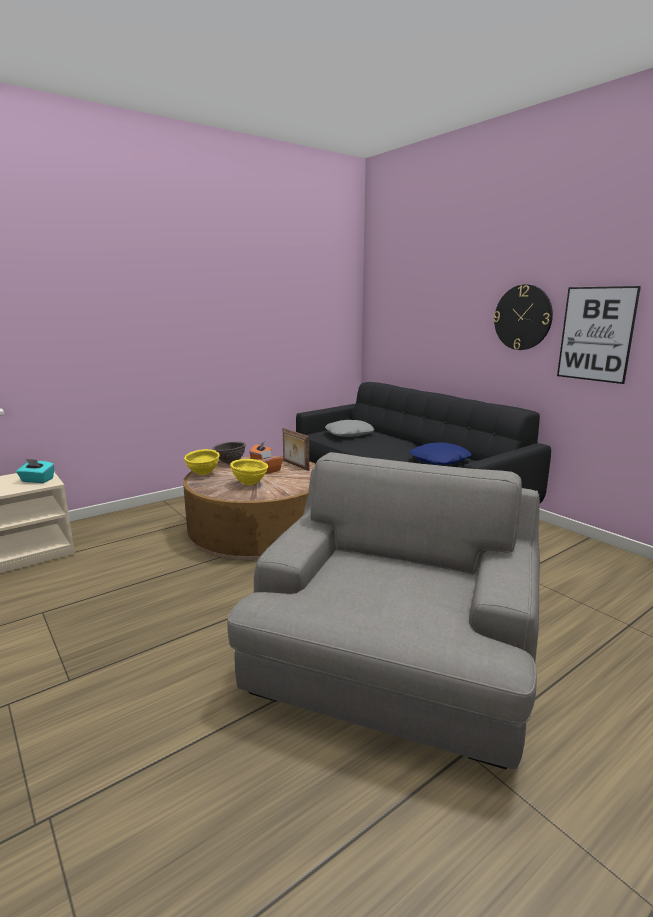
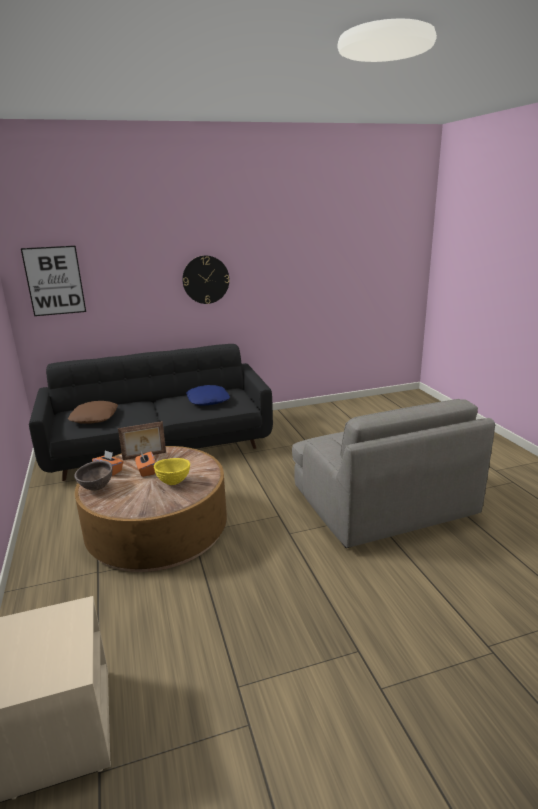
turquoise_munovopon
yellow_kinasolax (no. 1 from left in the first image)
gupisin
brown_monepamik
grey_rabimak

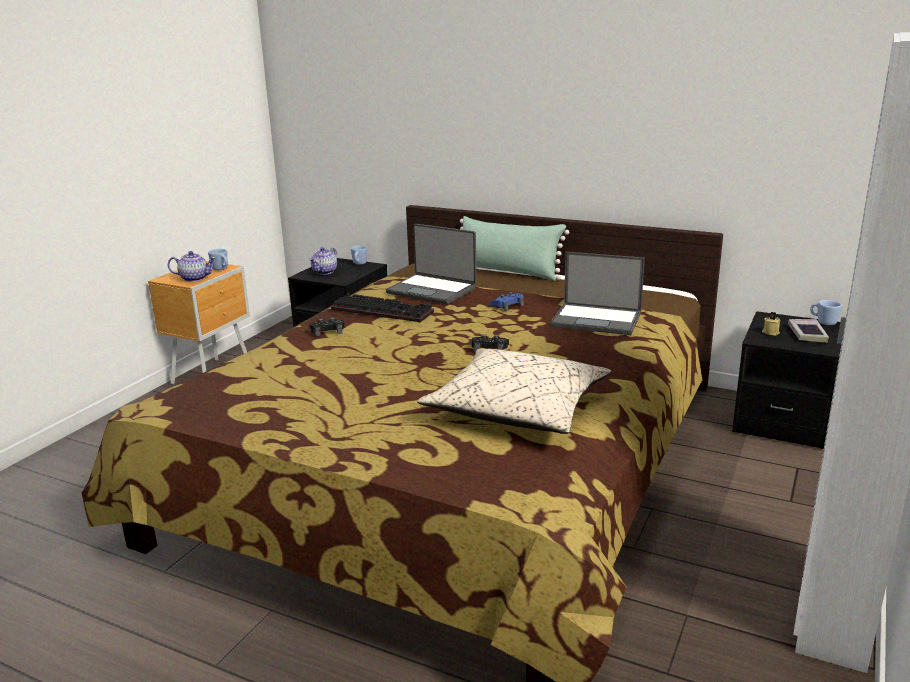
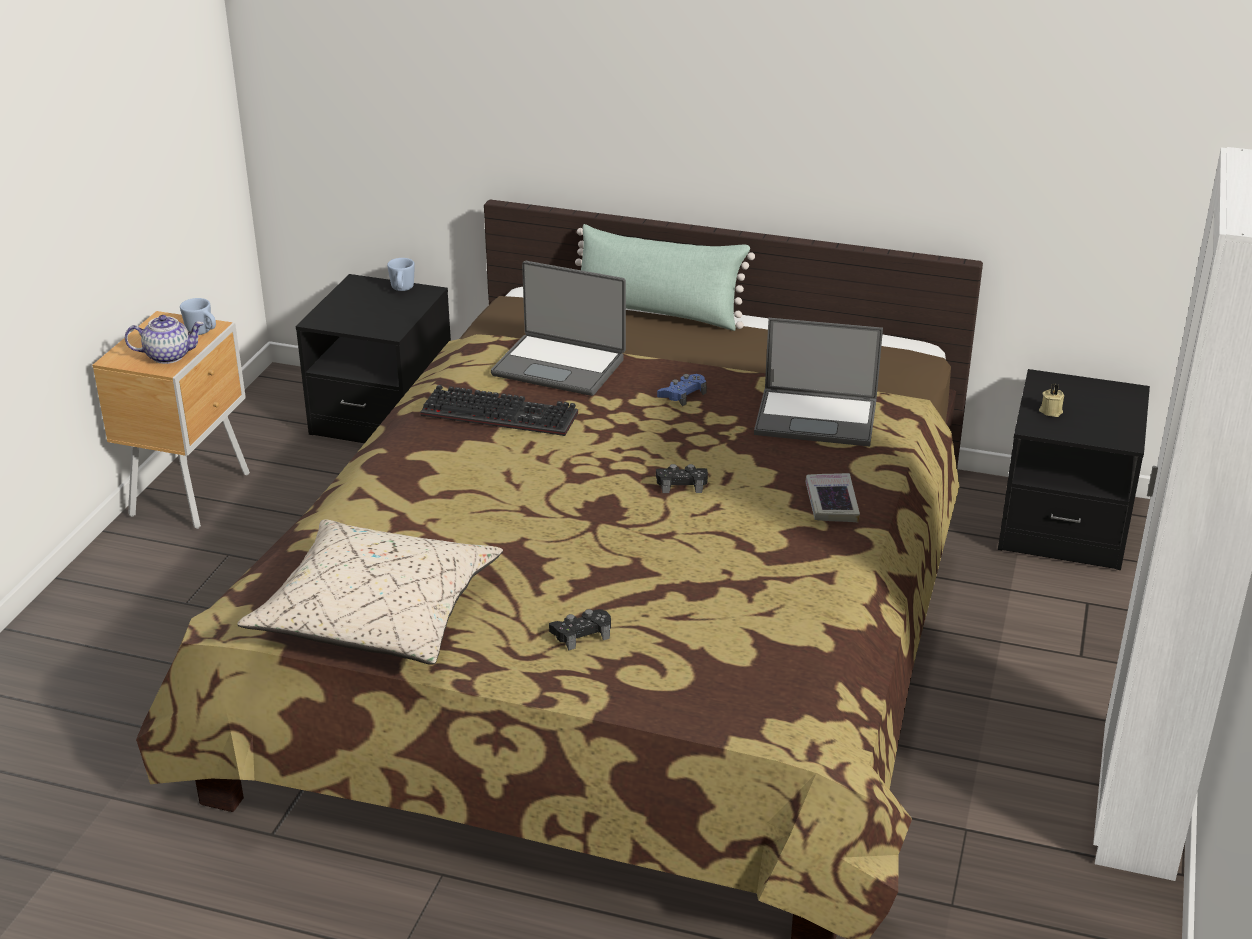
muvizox (no. 2 from left in the first image)
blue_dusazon (no. 3 from left in the first image)
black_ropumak (no. 1 from left)
beige_monepamik
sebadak

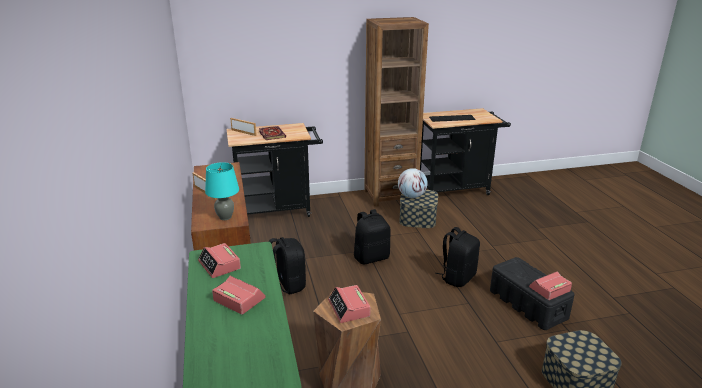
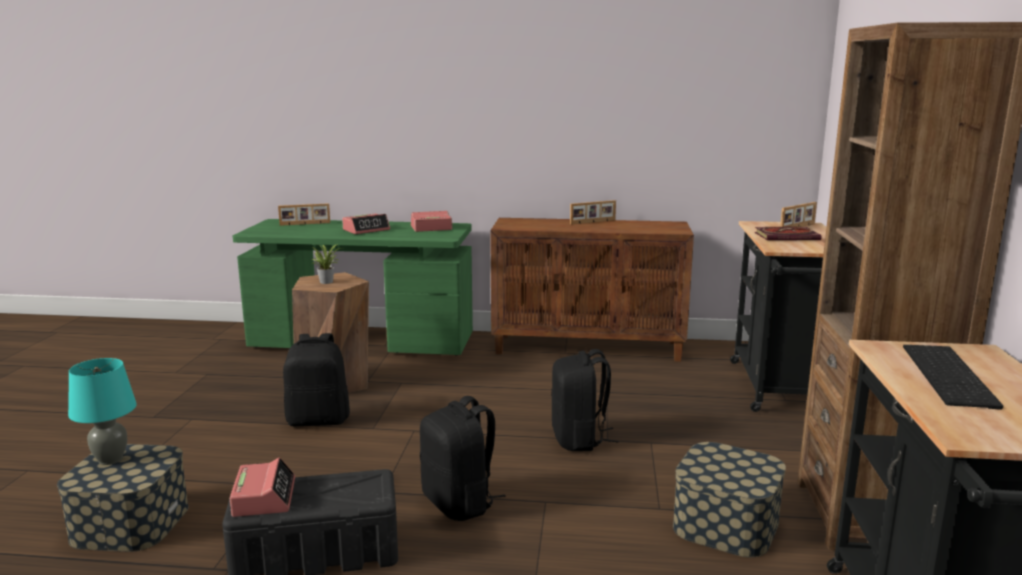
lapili
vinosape (no. 1 from left)
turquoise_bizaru
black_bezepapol (no. 1 from left)
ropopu

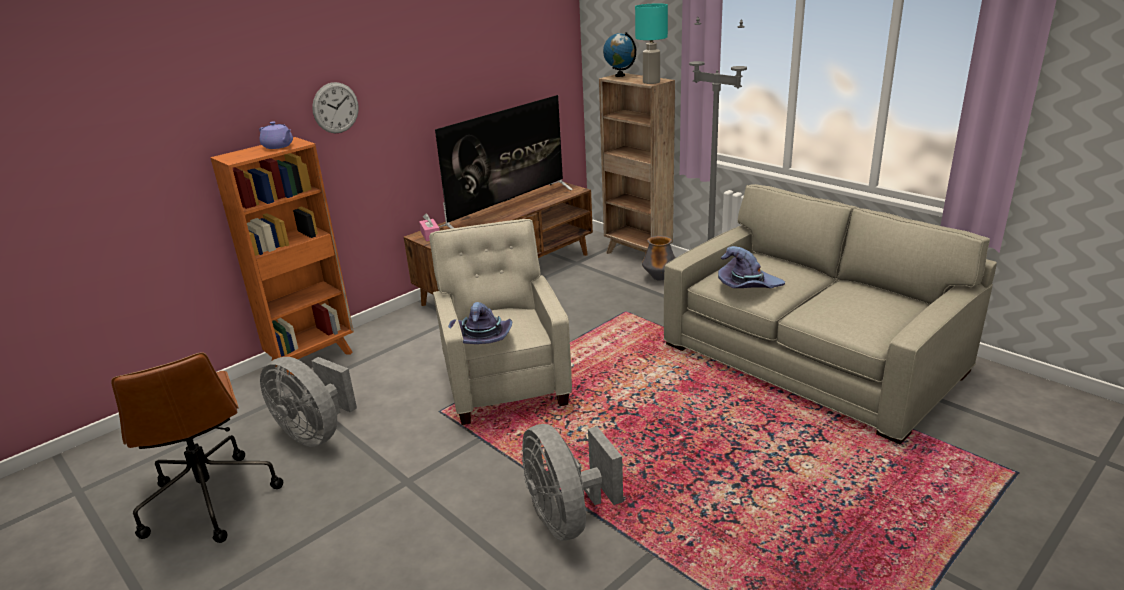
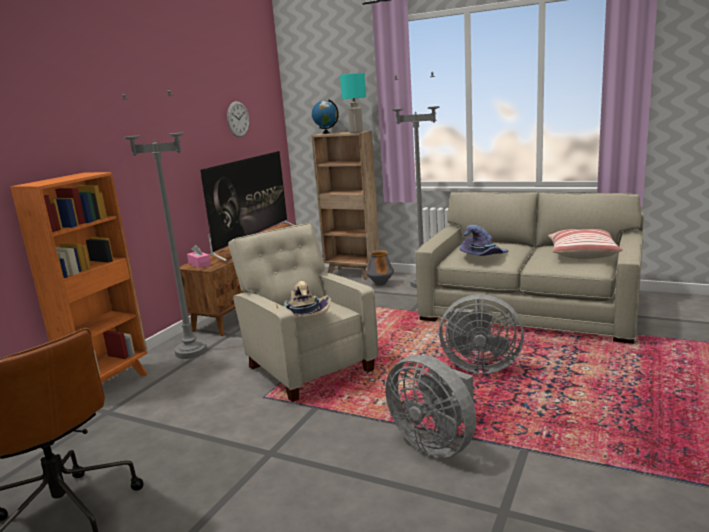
purple_muvizox
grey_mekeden (no. 1 from left)
monepamik
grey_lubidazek (no. 2 from left)
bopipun
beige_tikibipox

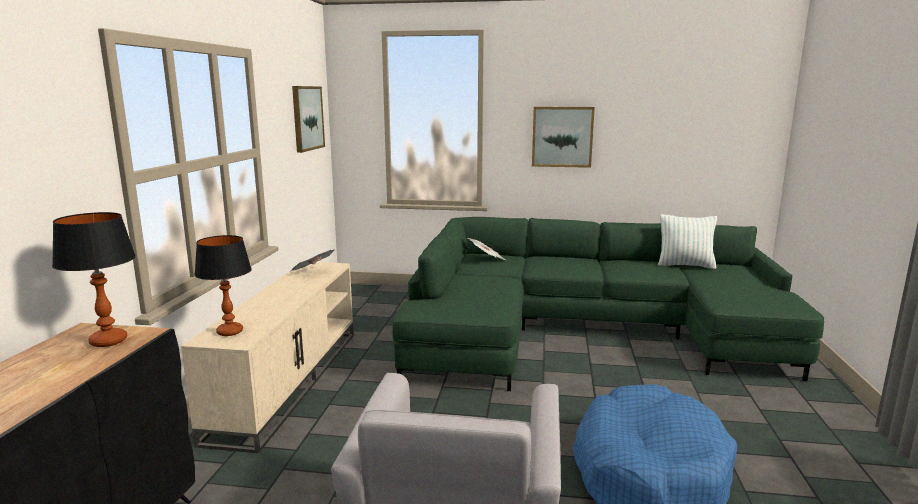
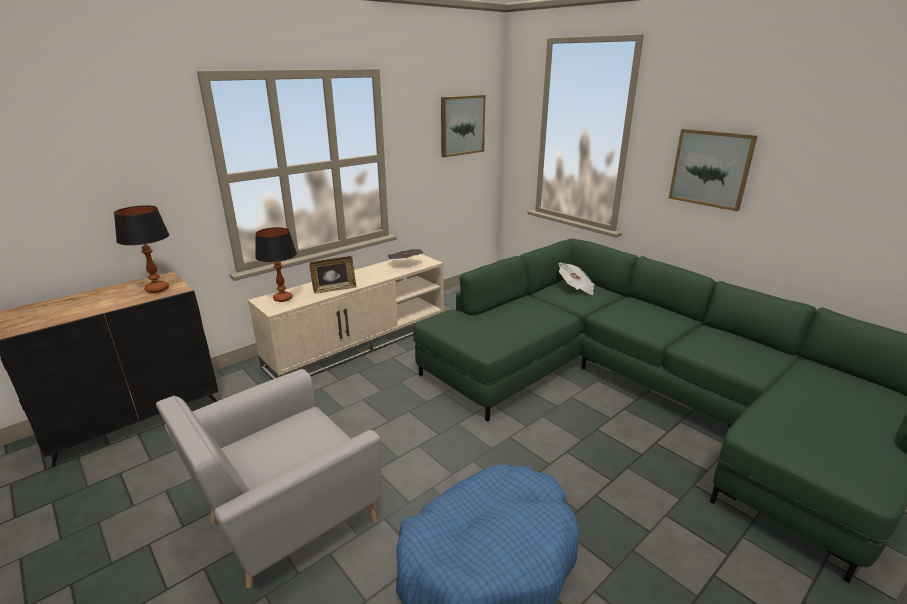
monepamik
vinosape

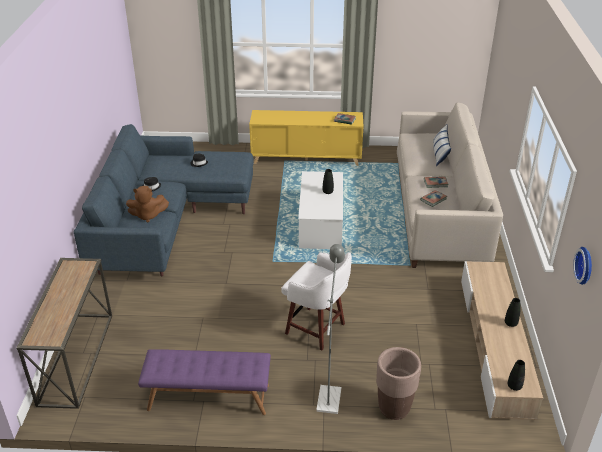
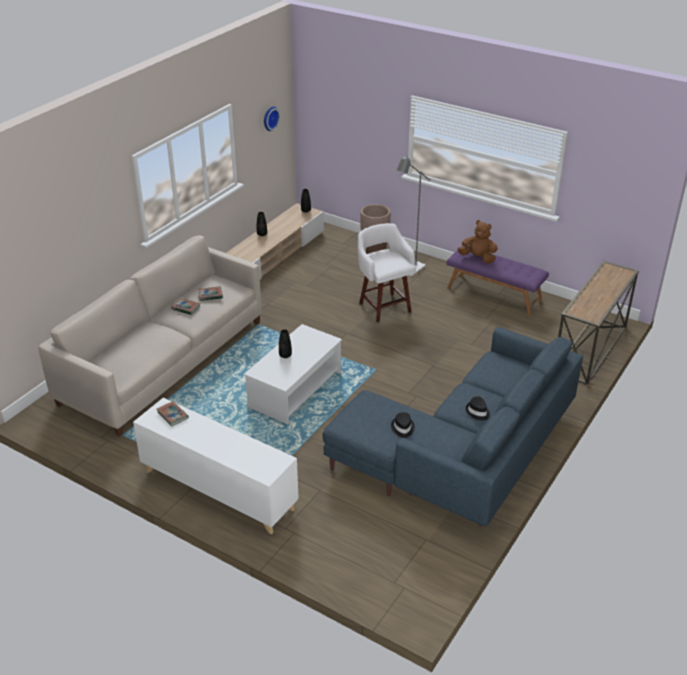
monepamik
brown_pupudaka
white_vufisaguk

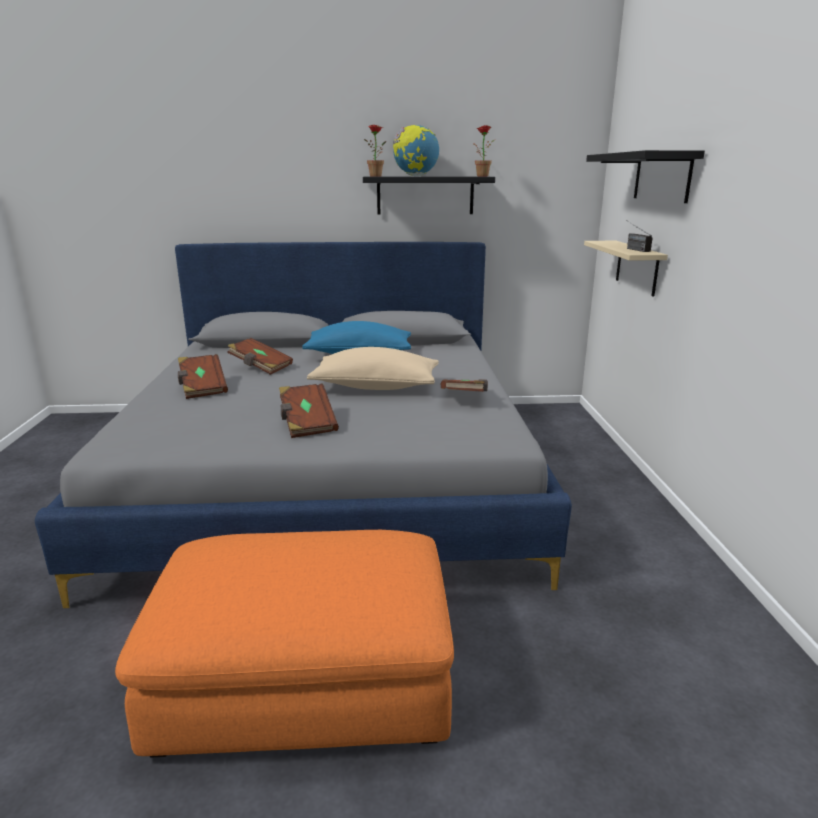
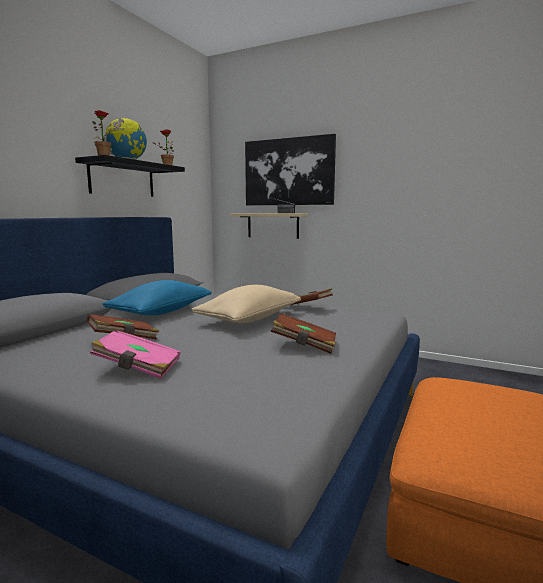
gupisin
pink_sebadak

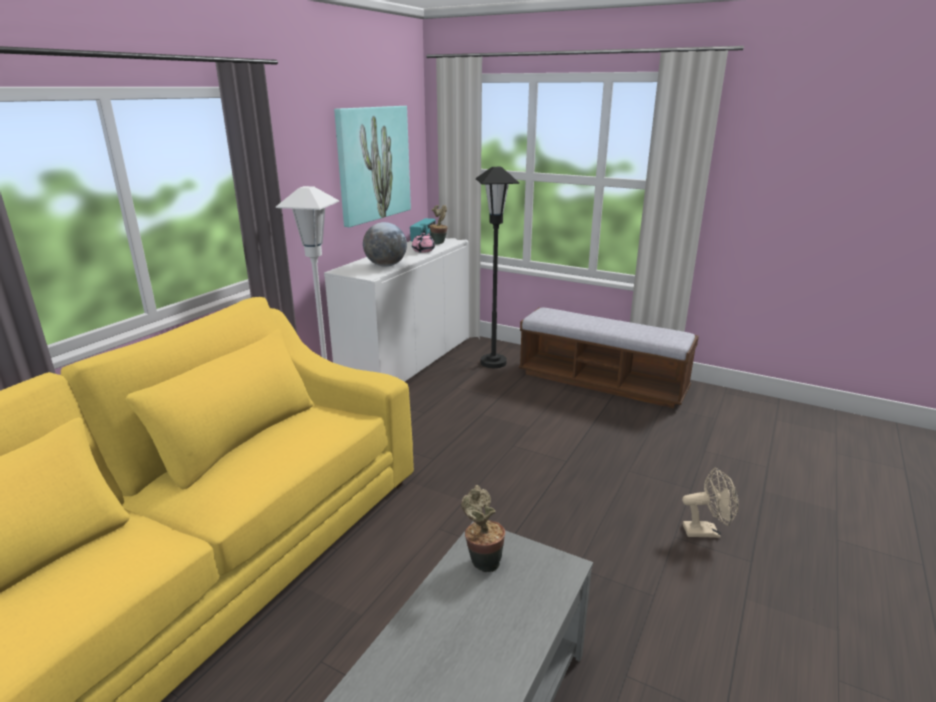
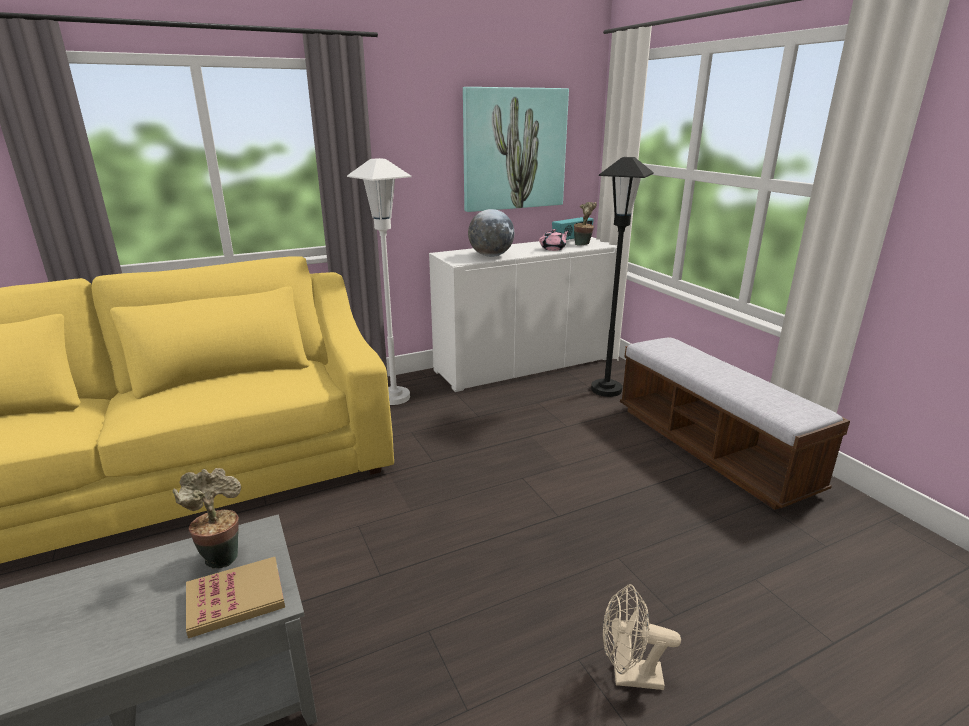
sebadak
beige_lubidazek

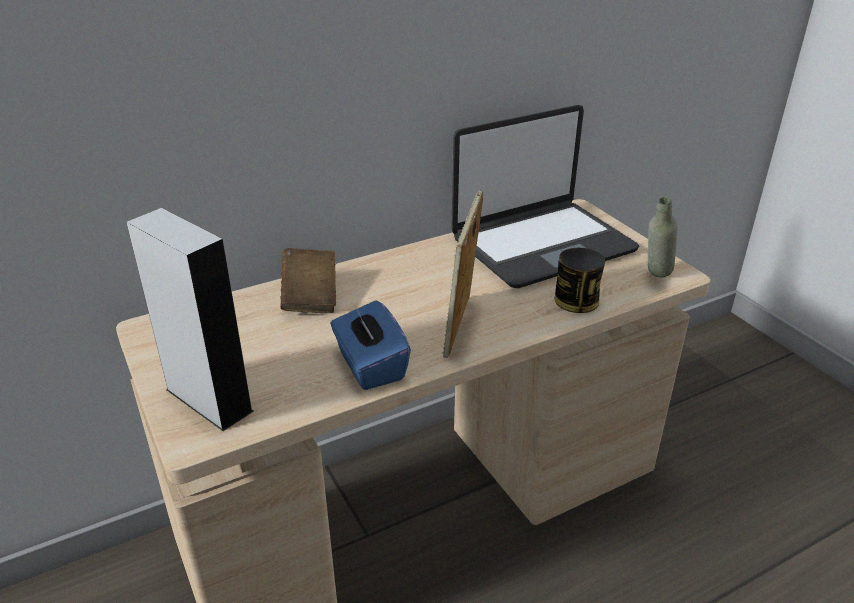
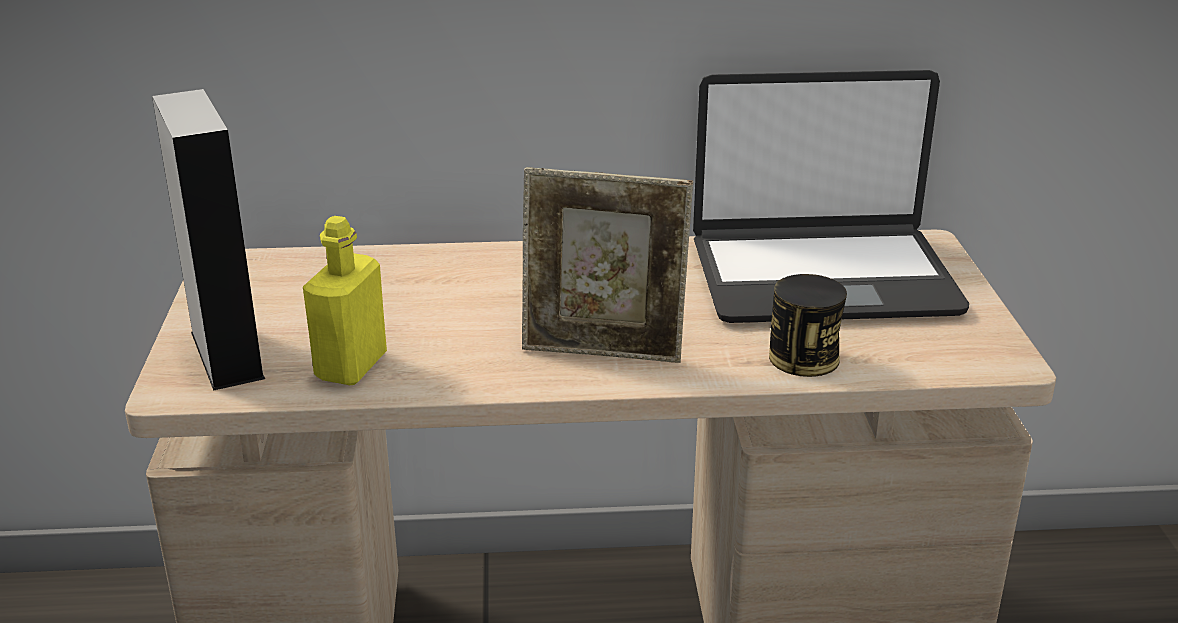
brown_sebadak
blue_munovopon
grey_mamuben
yellow_mamuben
vinosape

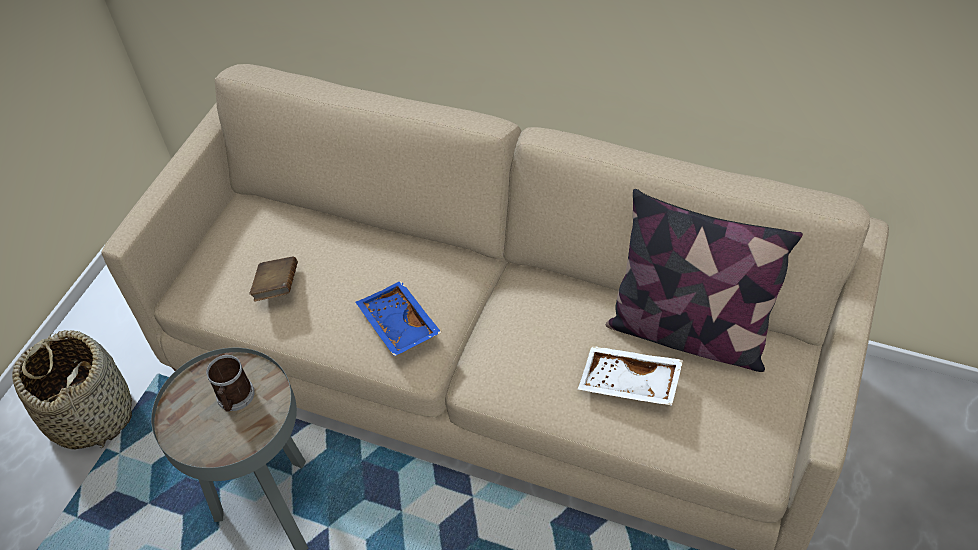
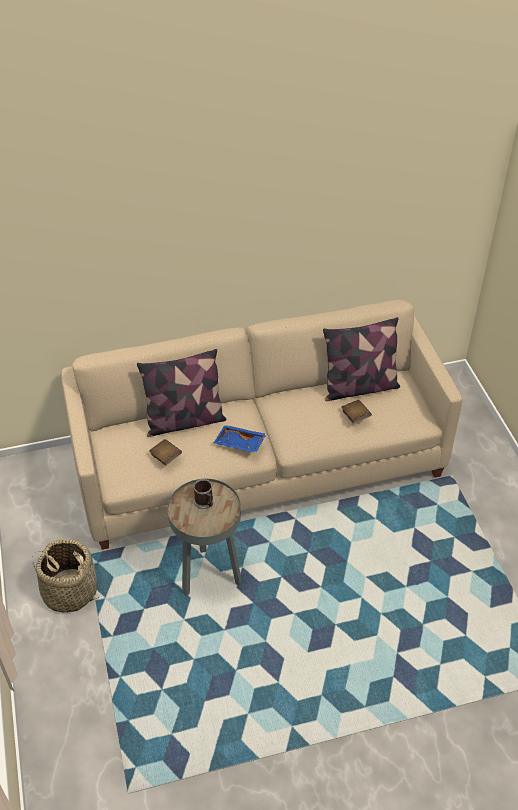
monepamik (no. 1 from left)
brown_sebadak (no. 2 from left)

